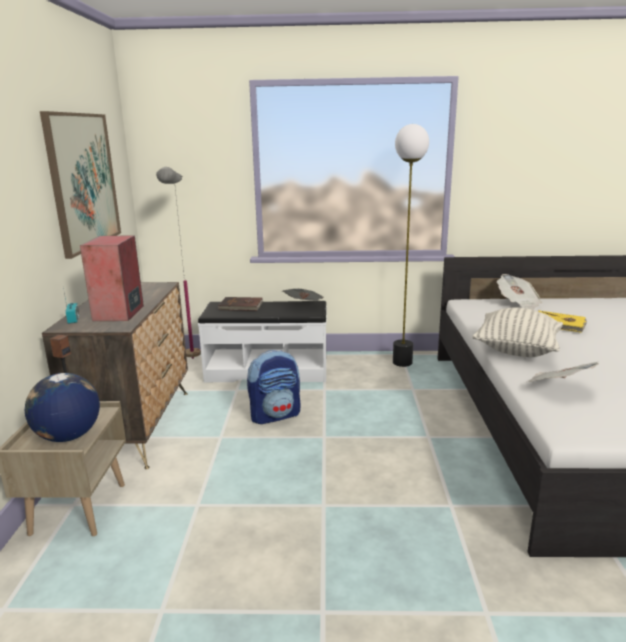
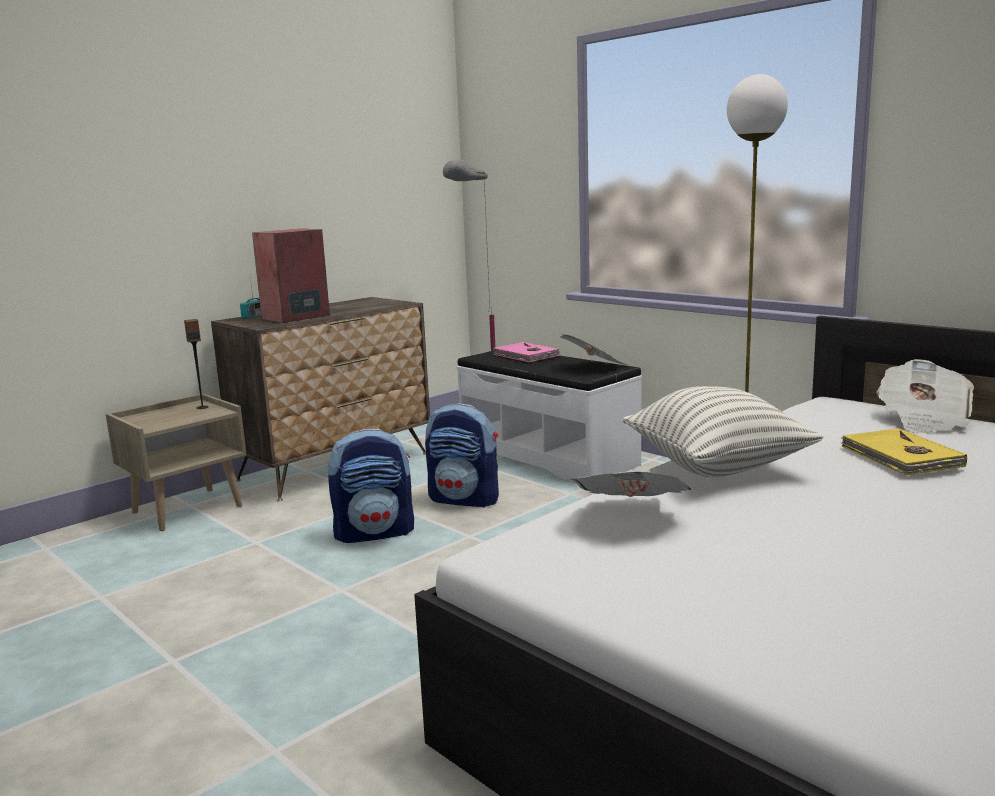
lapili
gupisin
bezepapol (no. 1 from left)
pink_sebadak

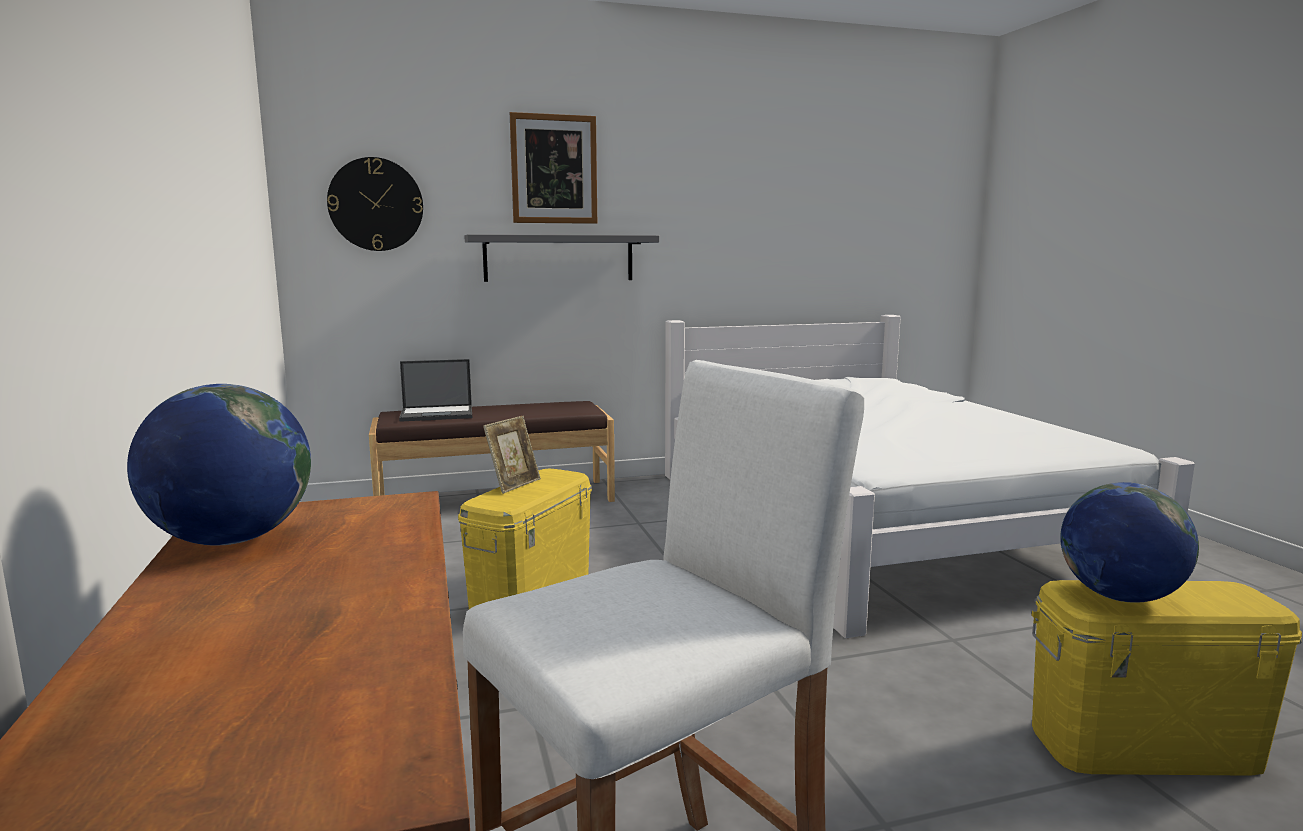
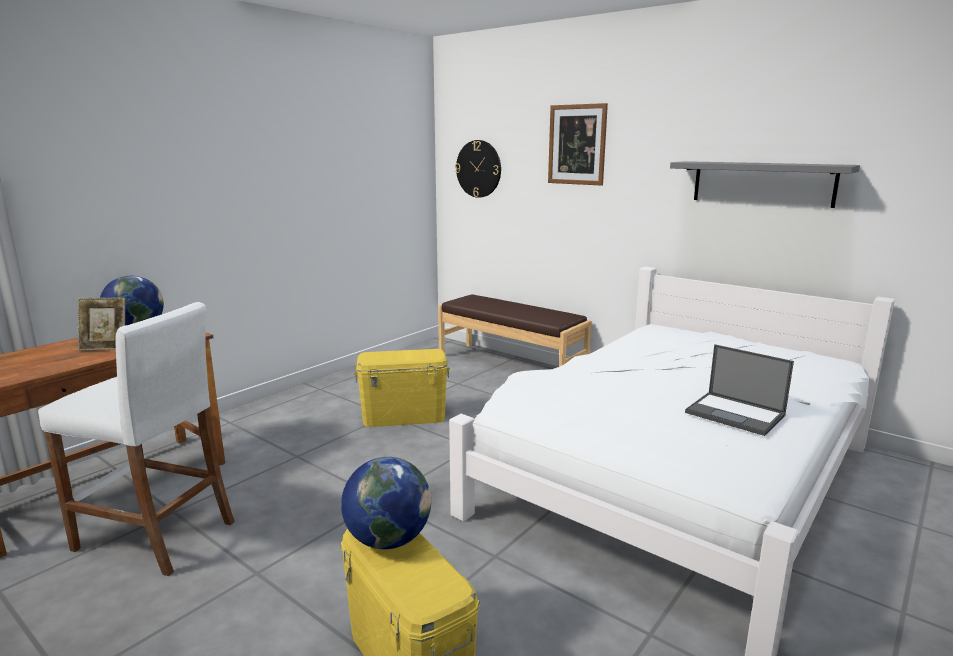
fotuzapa
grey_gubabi
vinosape

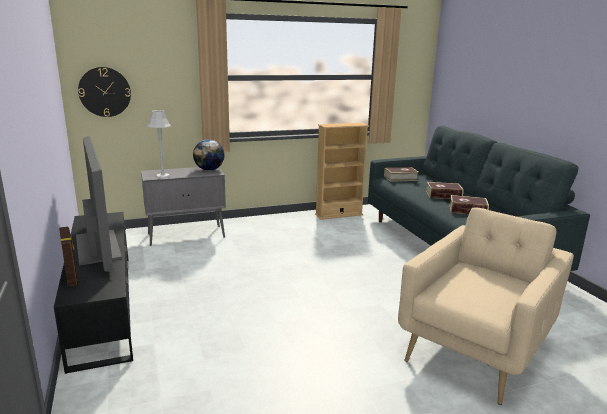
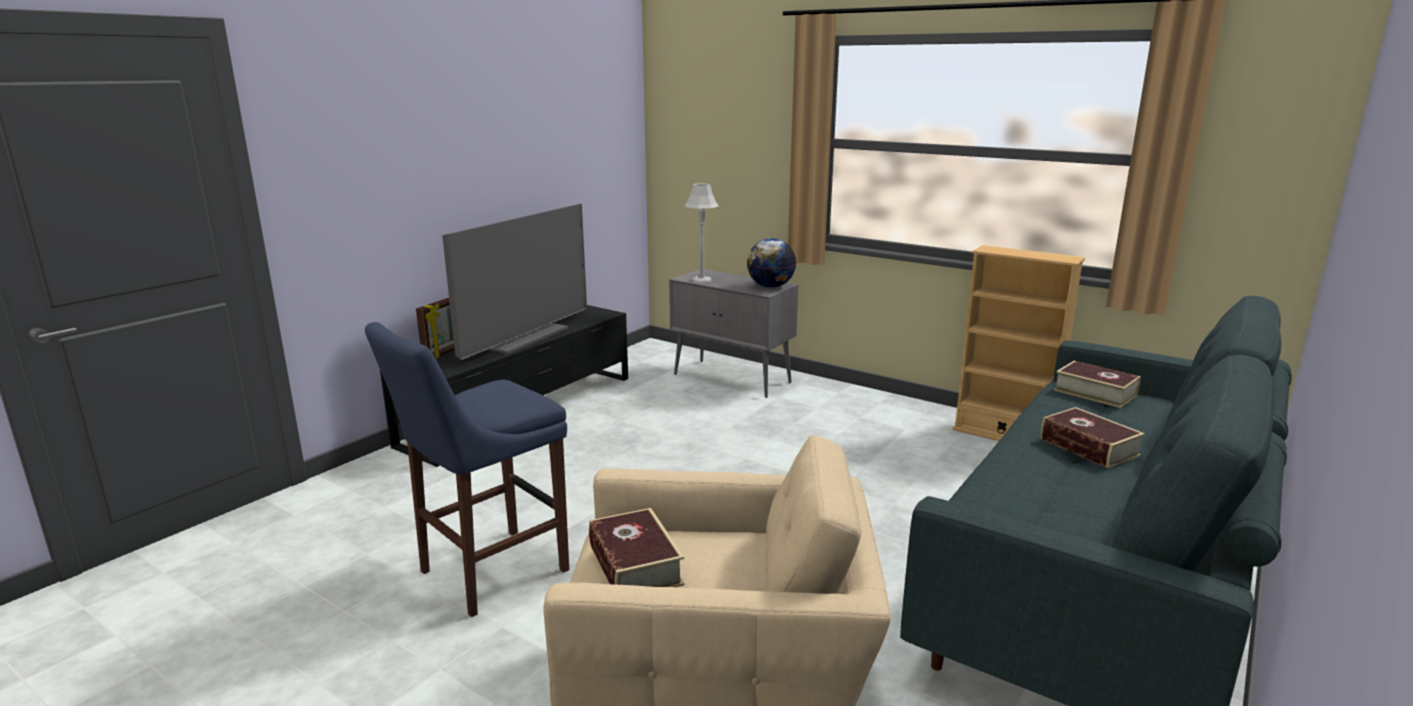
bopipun
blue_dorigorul
sebadak (no. 1 from left)

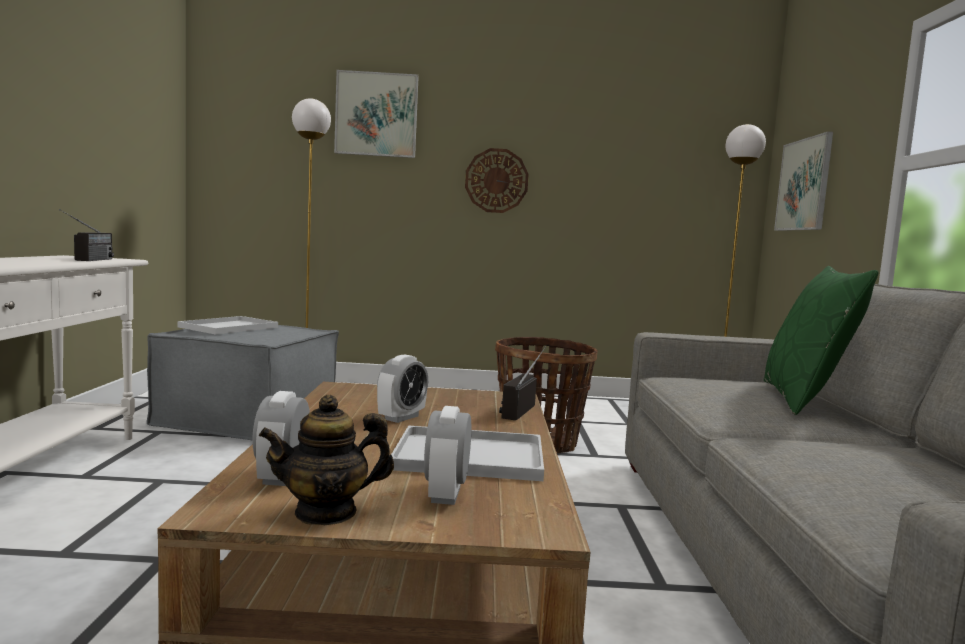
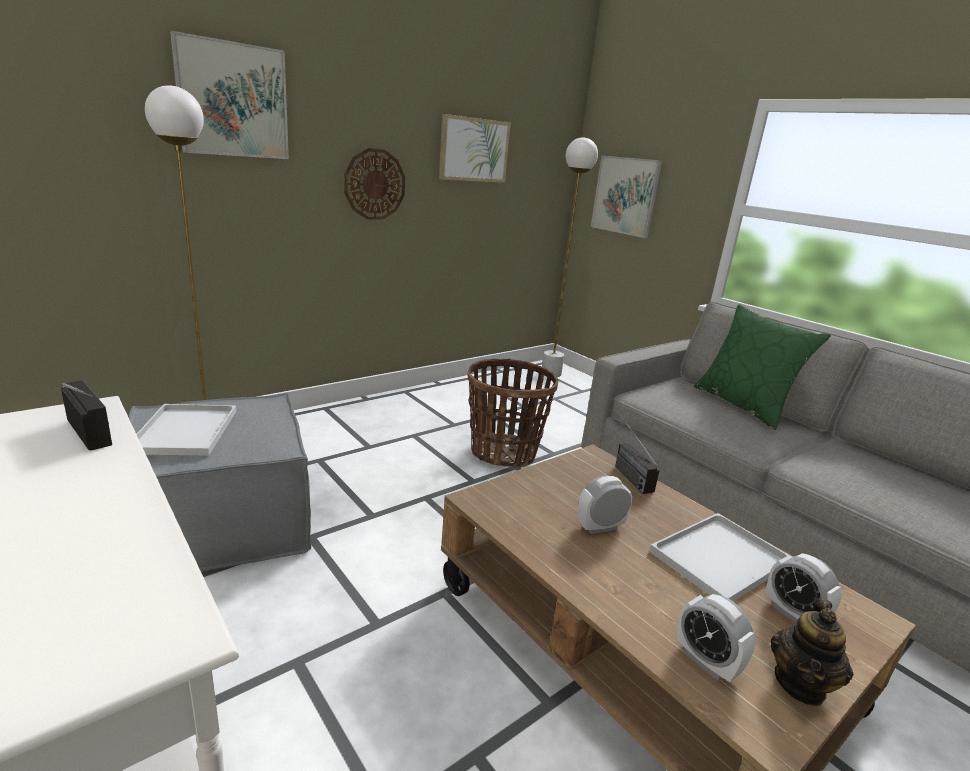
gupisin (no. 2 from left)
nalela (no. 1 from left)

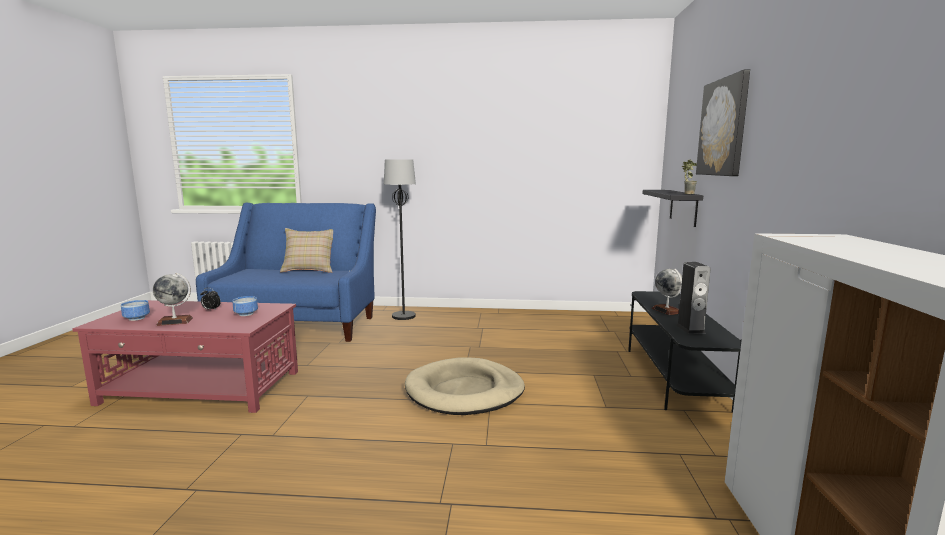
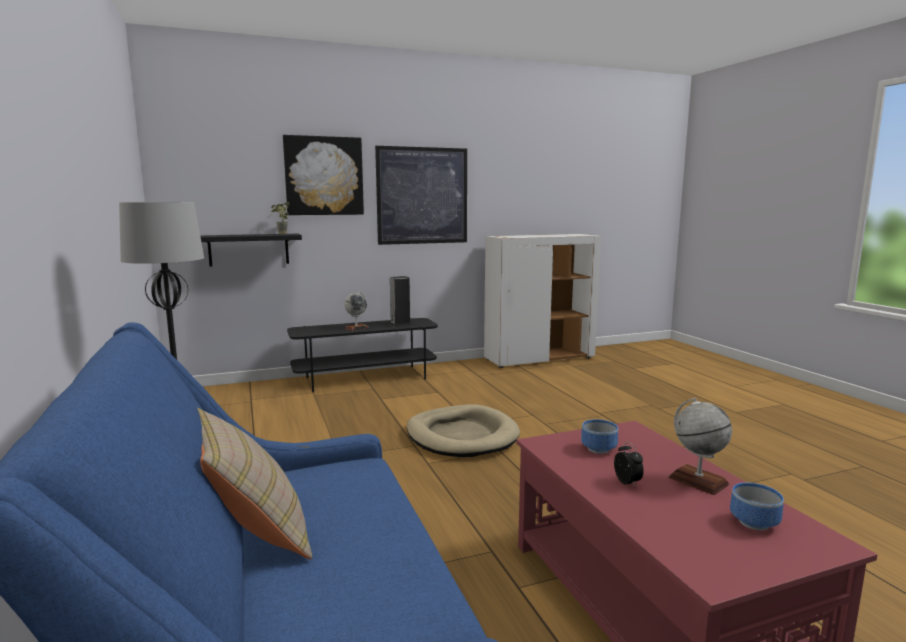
gupisin (no. 2 from left)

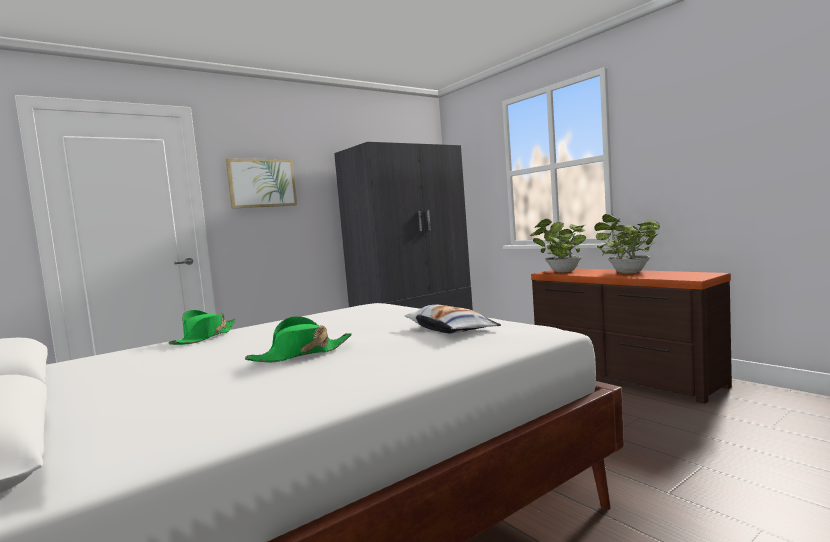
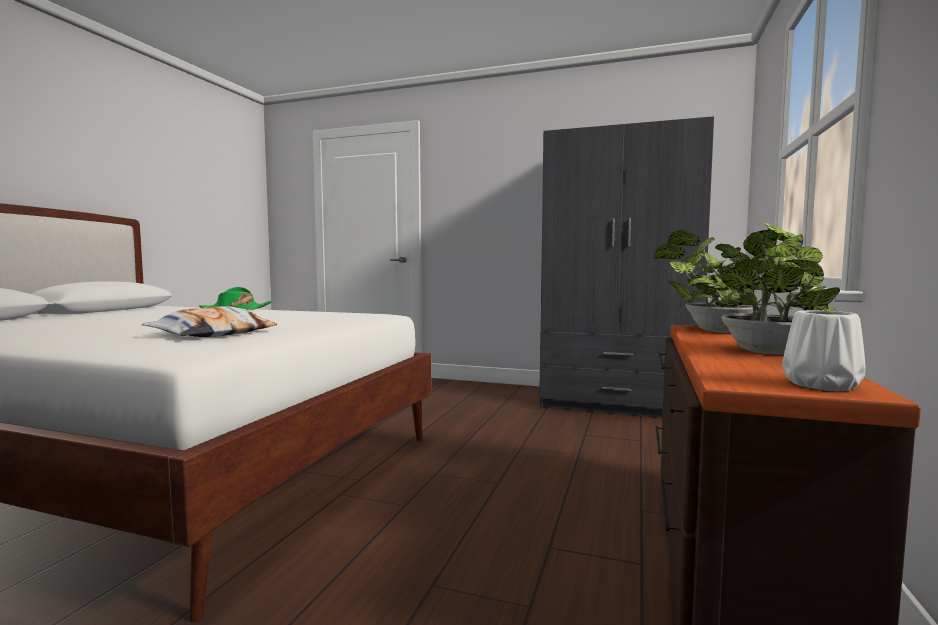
gupisin
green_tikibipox (no. 2 from left in the first image)
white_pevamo

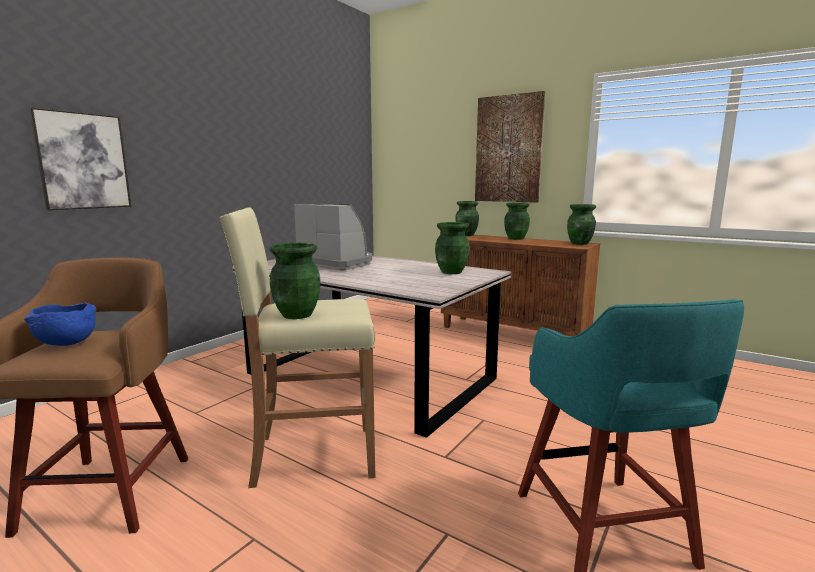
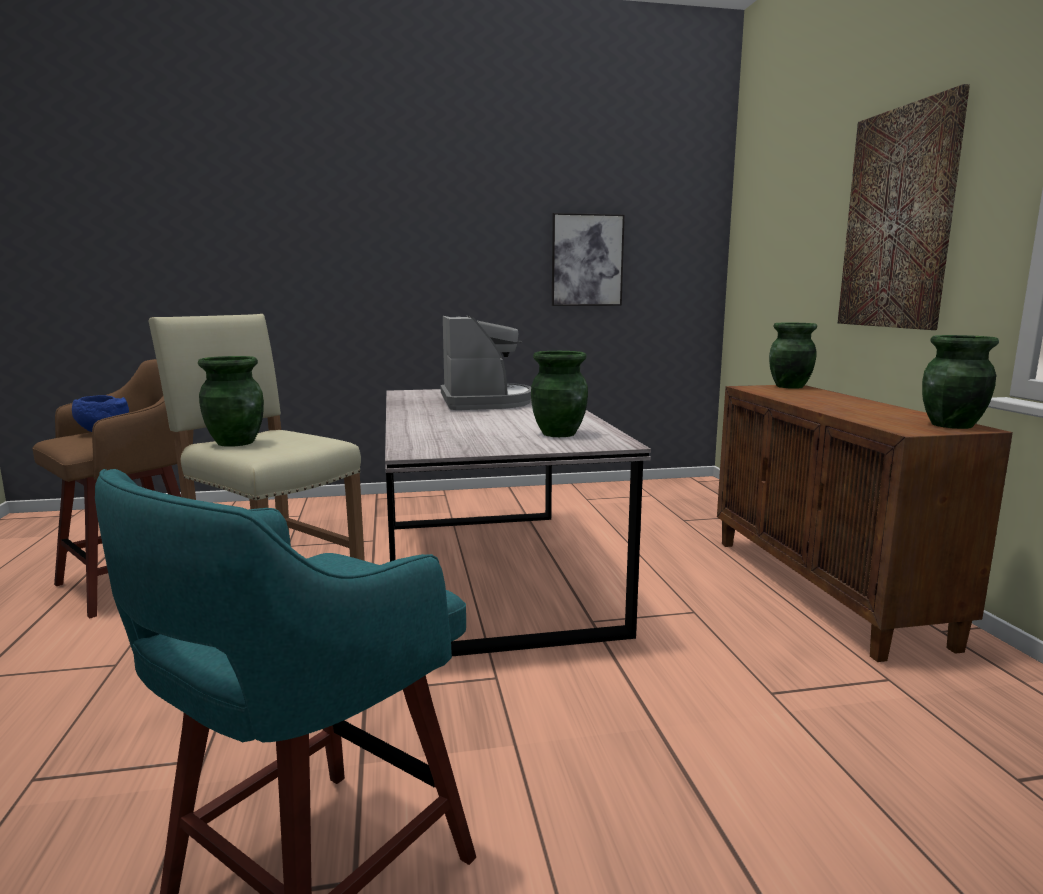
green_pevamo (no. 4 from left in the first image)
gupisin (no. 1 from left)

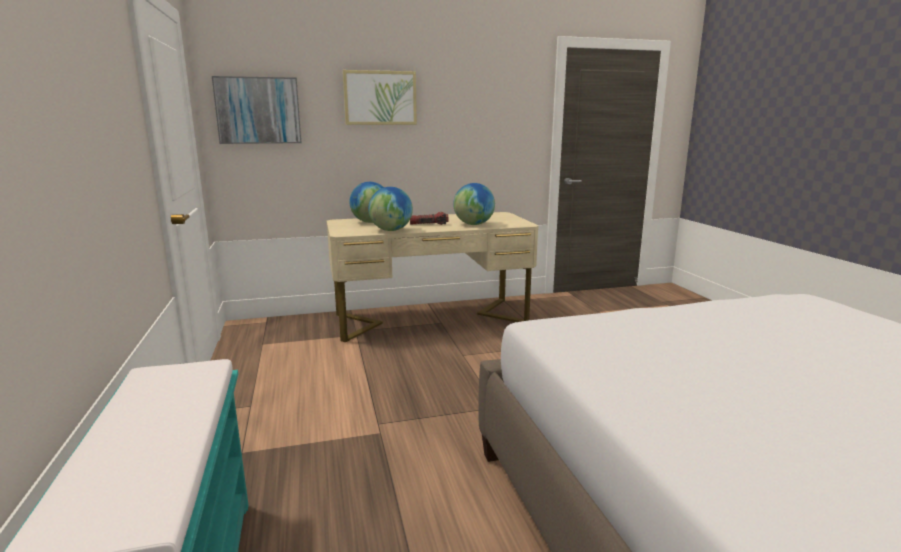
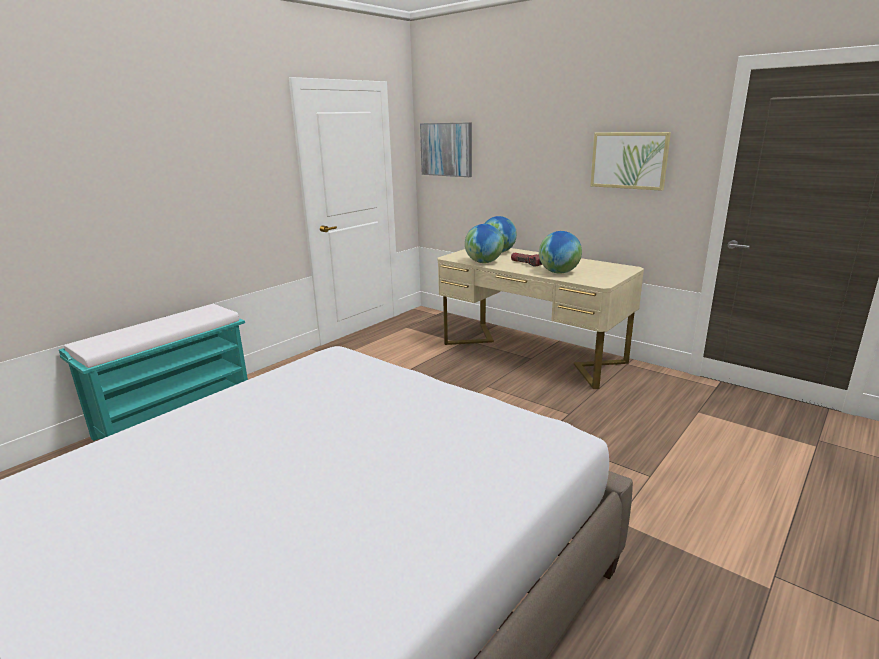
gupisin (no. 2 from left)

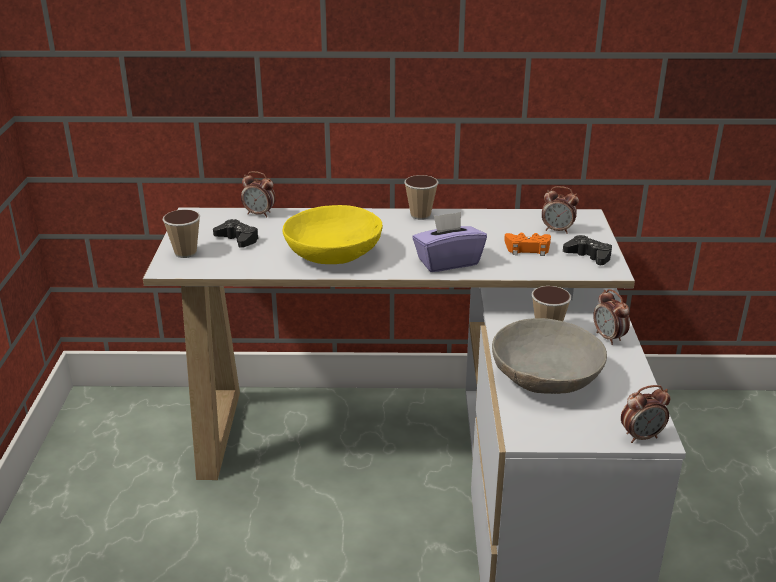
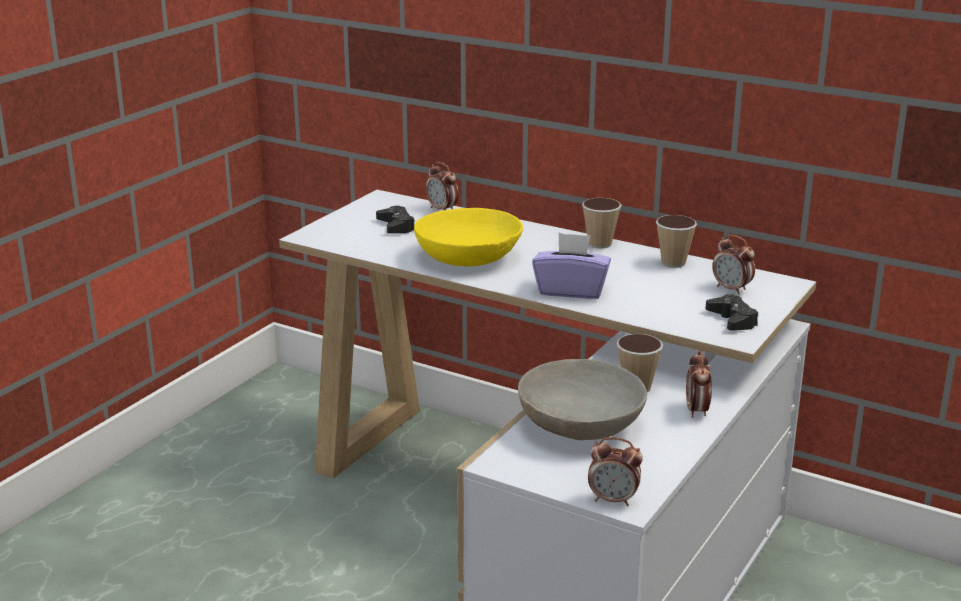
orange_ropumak
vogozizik (no. 3 from left)

